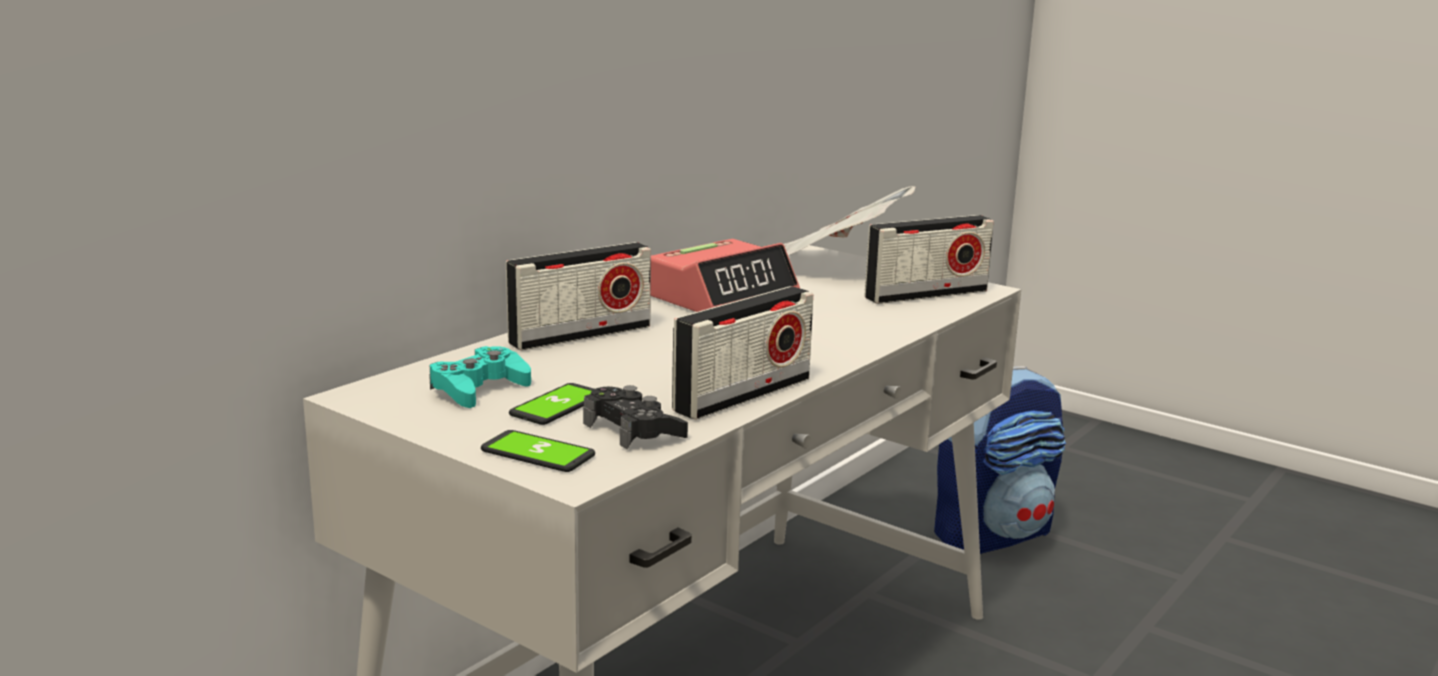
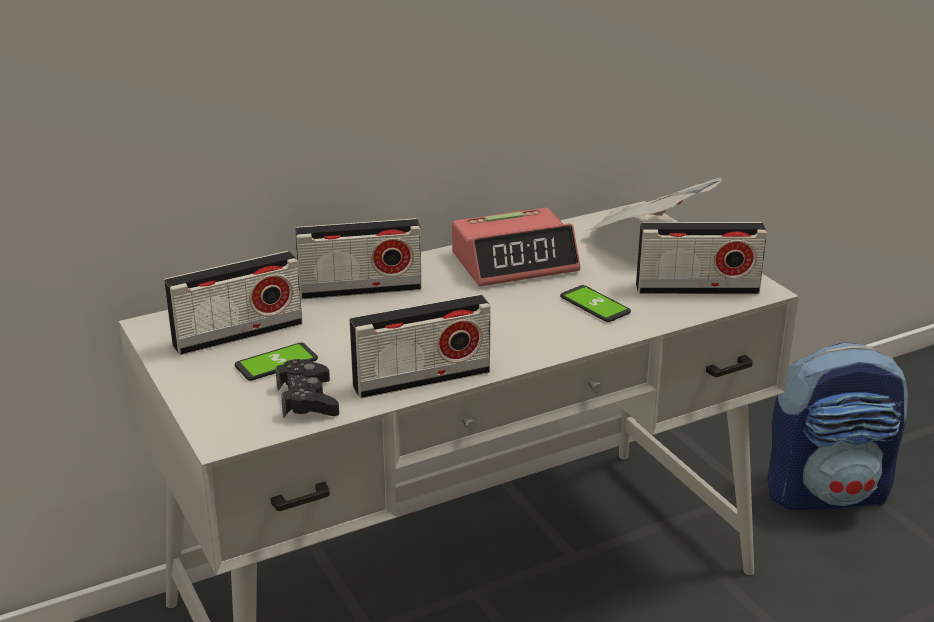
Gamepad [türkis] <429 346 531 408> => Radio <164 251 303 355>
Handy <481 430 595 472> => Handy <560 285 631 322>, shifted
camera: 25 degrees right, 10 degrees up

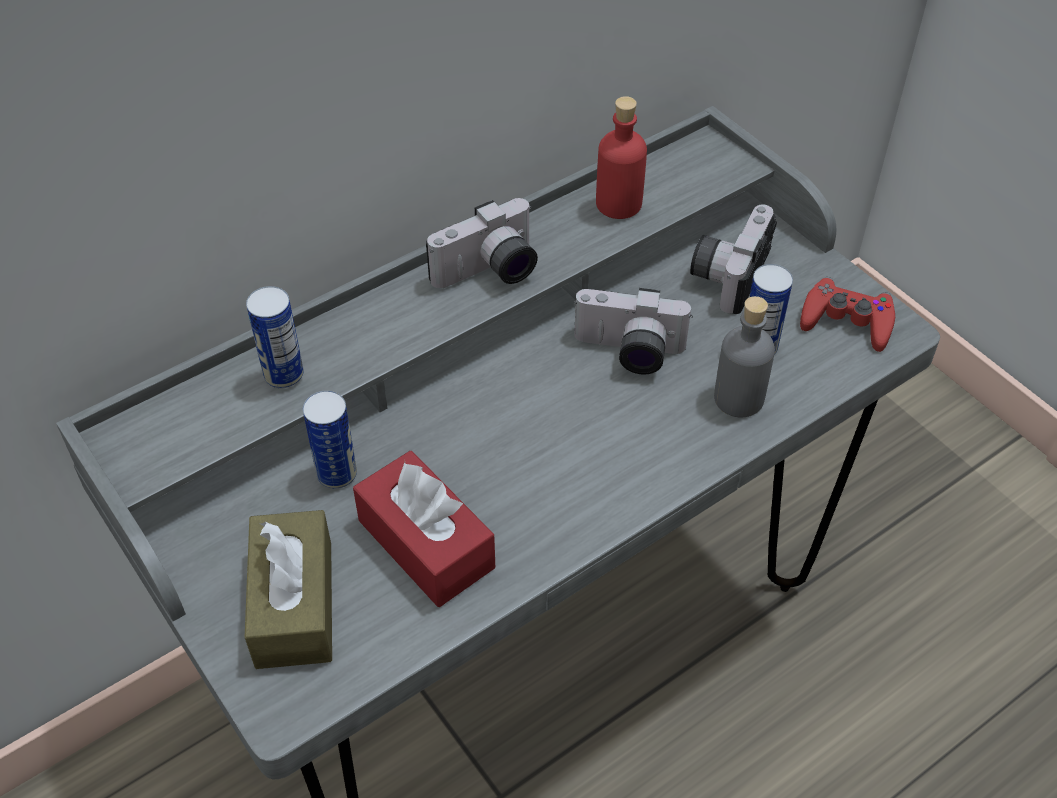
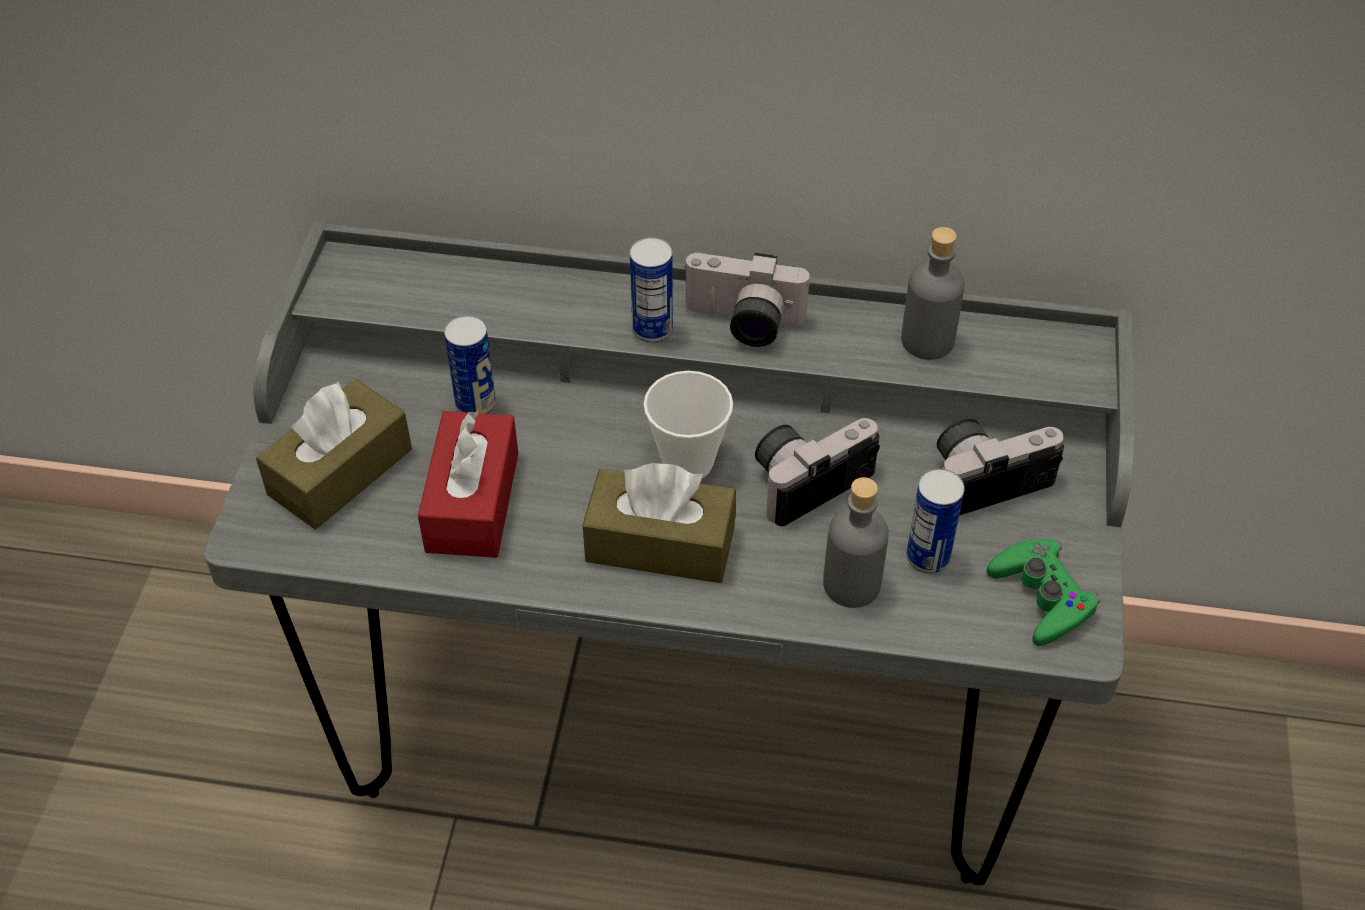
Flasche [rot] <596 96 647 219> => Flasche [grau] <901 227 965 360>
Gamepad [rot] <800 277 895 352> => Gamepad [grün] <986 539 1100 646>
Dose <246 286 304 388> => Dose <630 237 673 343>, shifted
Kamera <573 288 693 375> => Kamera <755 418 880 526>, 90 degrees clockwise
nothing => Tasse <644 371 733 478>
nothing => Taschentuchbox [braun] <583 463 736 583>
camera: 45 degrees right, 0 degrees up

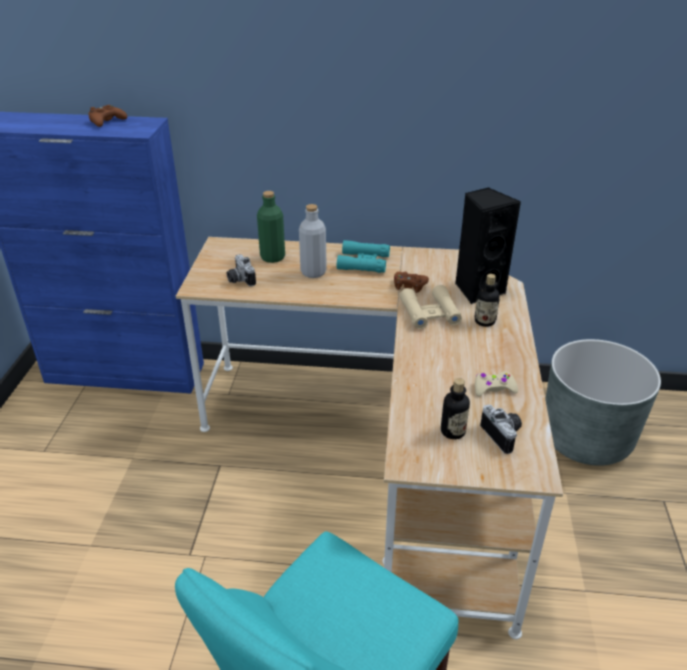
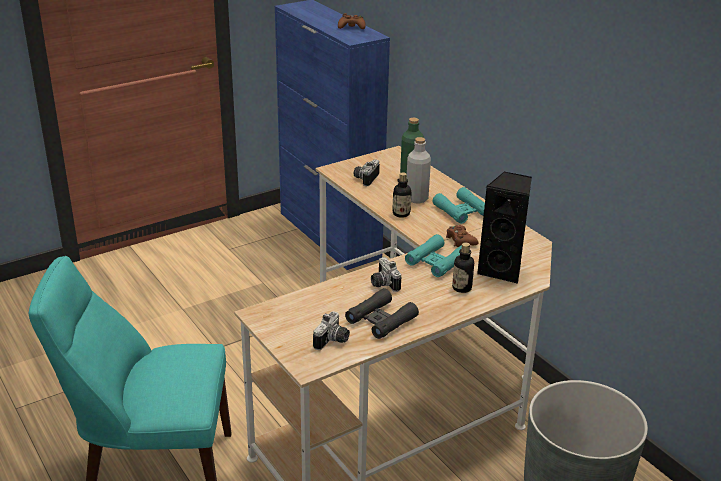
Fernglas [beige] <400 285 462 329> => Fernglas [türkis] <405 234 471 277>
Gamepad [beige] <475 371 518 396> => Fernglas [schwarz] <345 288 419 339>
Flasche <441 378 470 439> => Flasche <392 172 412 218>, shifted
nothing => Kamera <371 257 401 292>
camera: 50 degrees right, 5 degrees down

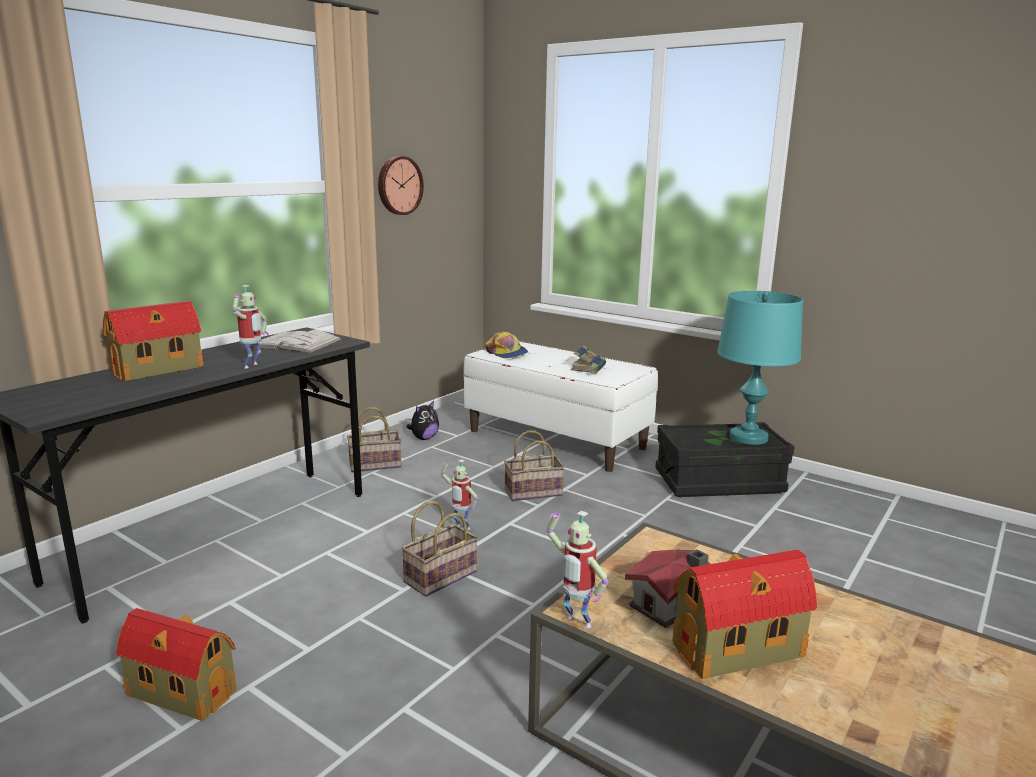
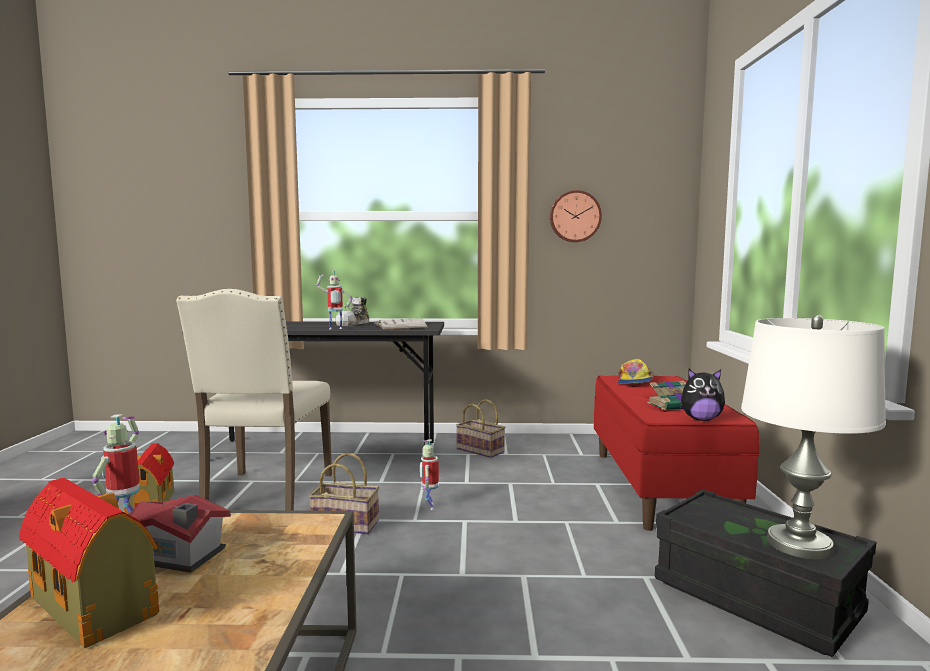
Tischlampe [türkis] <717 291 803 445> => Tischlampe [weiß] <741 315 886 560>
Spielzeughaus <103 301 204 381> => nothing
Bank [weiß] <463 341 658 472> => Bank [rot] <594 376 760 531>
Plüschtier <406 401 439 440> => Plüschtier <681 369 725 421>, shifted
Korb <504 430 565 501> => nothing
nothing => Stuhl [beige] <176 289 332 510>
nothing => Schuh <335 297 369 326>
camera: 55 degrees right, 10 degrees down

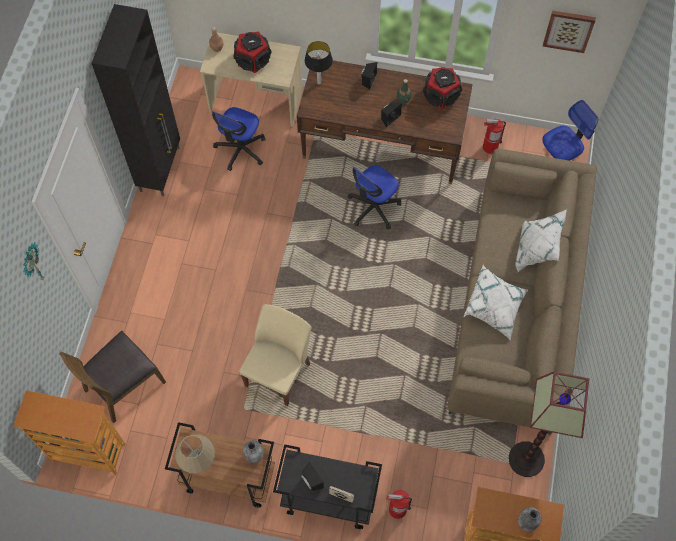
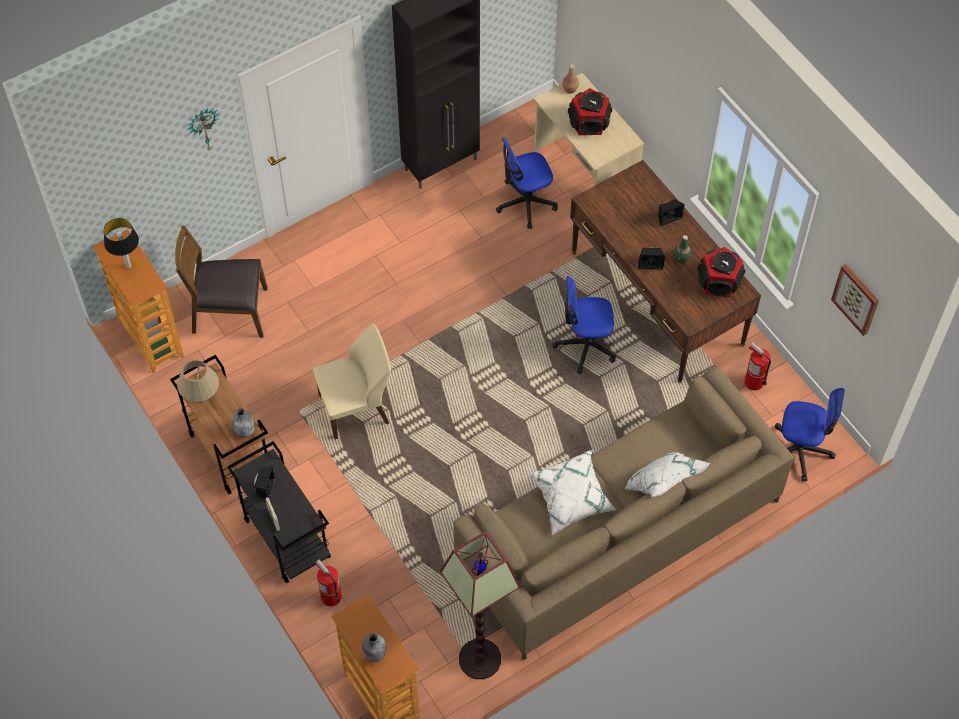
Tischlampe <305 41 333 85> => Tischlampe <104 218 139 269>, shifted
camera: 45 degrees right, 5 degrees down

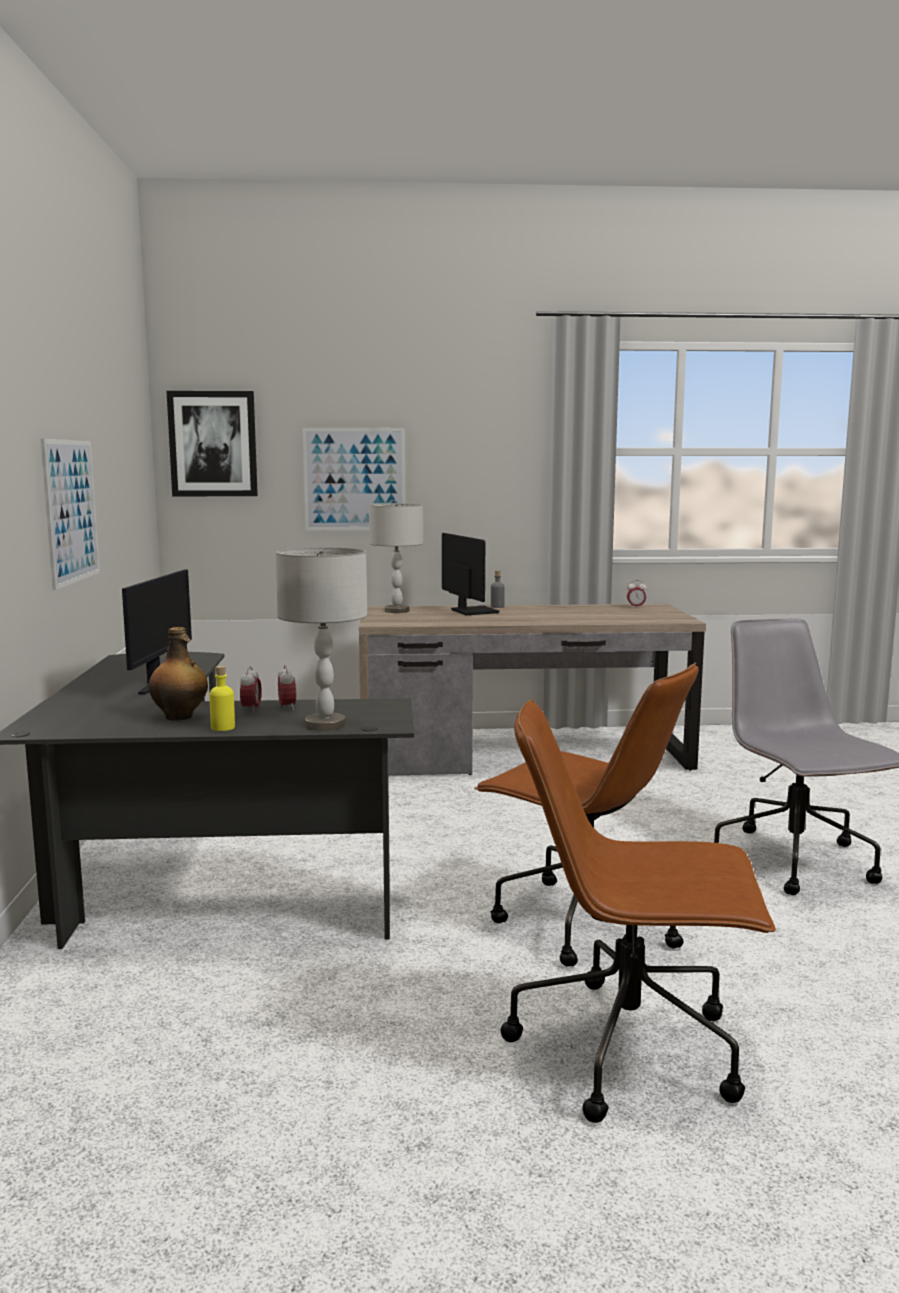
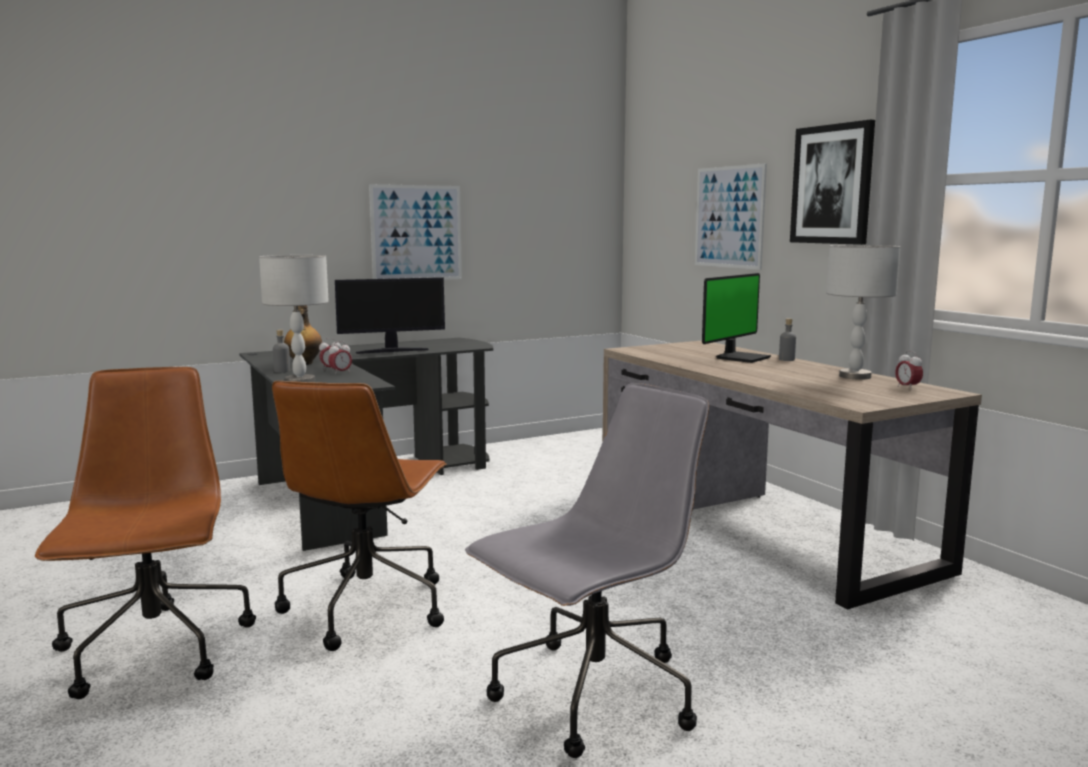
Bild <167 391 258 496> => Bild <790 120 875 245>, shifted
Tischlampe [grau] <369 504 423 613> => Tischlampe [grau] <826 245 900 380>, shifted
Flasche [gelb] <209 666 235 731> => Flasche [grau] <273 330 290 373>
camera: 65 degrees right, 0 degrees up

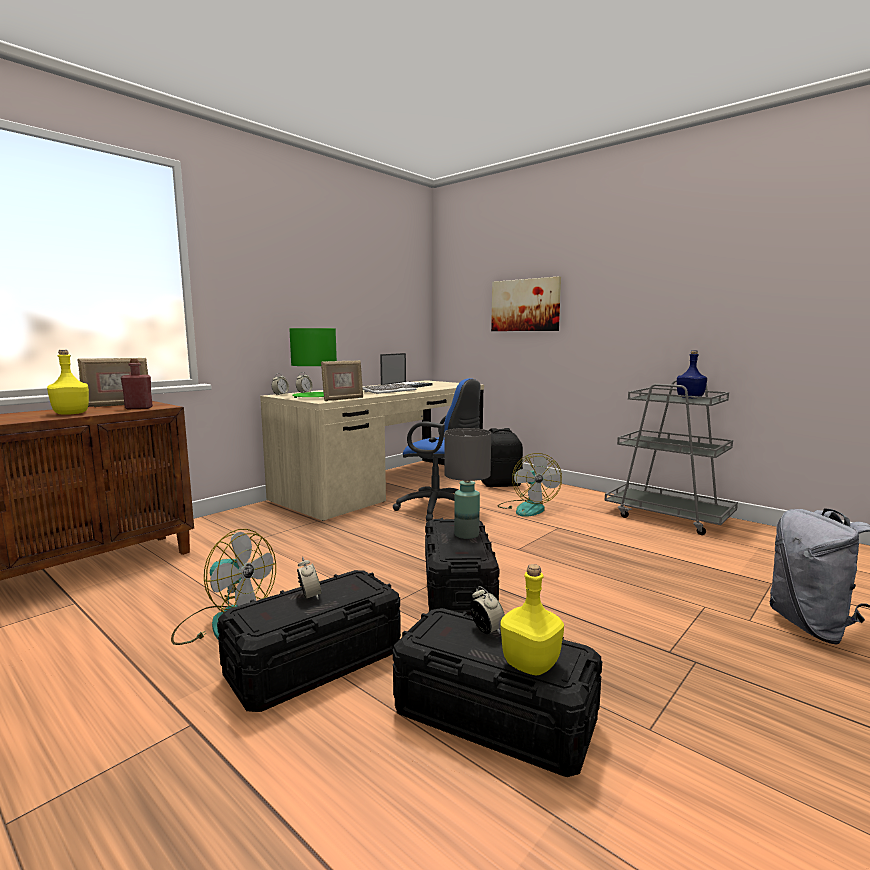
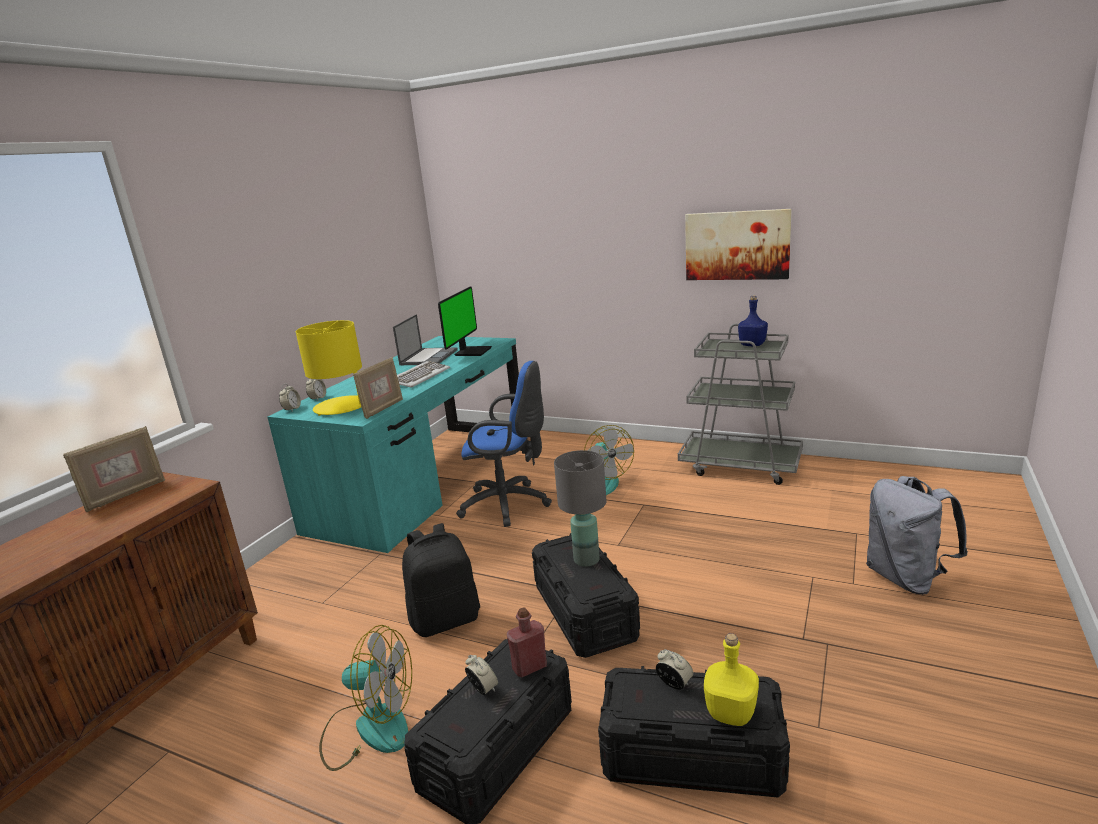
Bild <491 276 561 331> => Bild <685 209 792 280>, shifted
Tischlampe [grün] <289 328 337 398> => Tischlampe [gelb] <296 320 362 416>
Flasche [gelb] <47 350 89 415> => nothing
Flasche [rot] <121 359 153 409> => Flasche [rot] <507 607 547 677>, shifted
Schreibtisch [beige] <260 380 484 521> => Schreibtisch [türkis] <267 336 519 553>
Rucksack [schwarz] <481 428 523 487> => Rucksack [schwarz] <402 523 480 637>, shifted
nothing => Monitor <438 286 492 356>
camera: 15 degrees left, 10 degrees up

